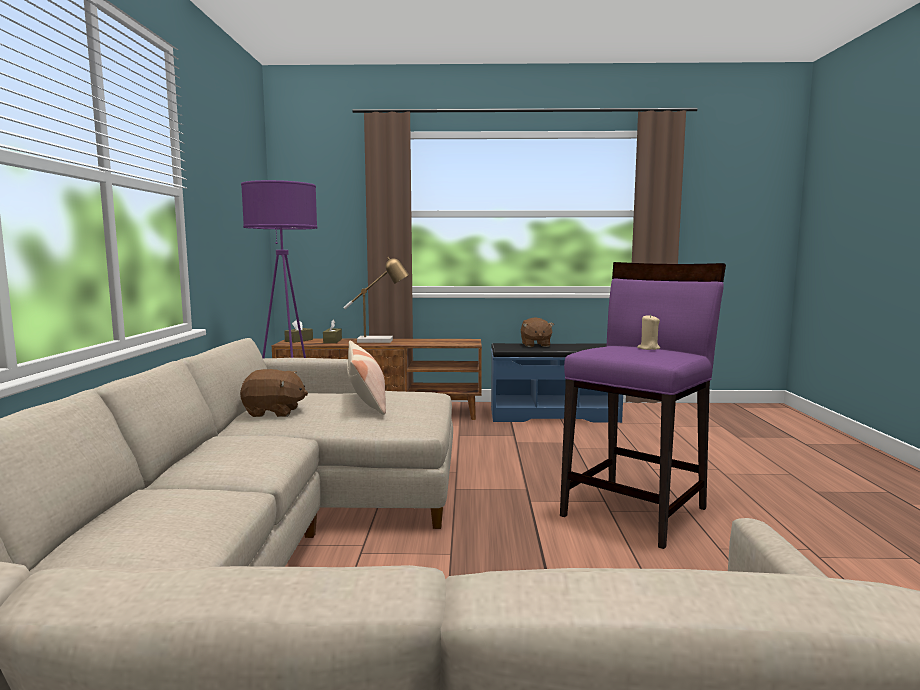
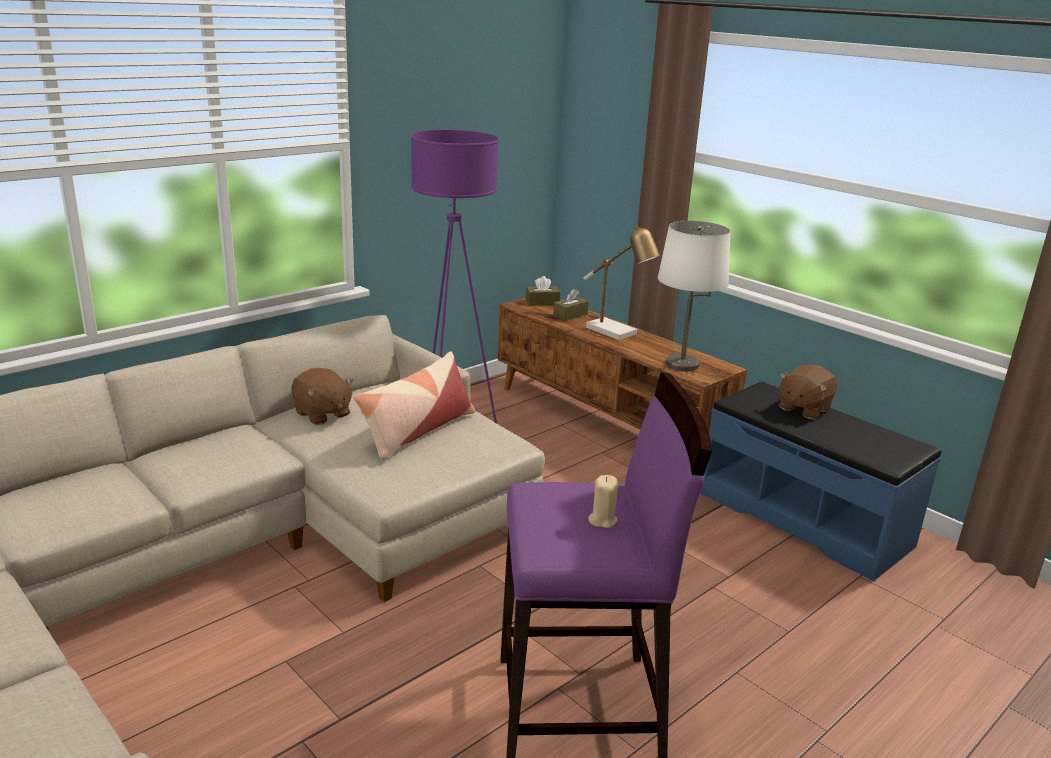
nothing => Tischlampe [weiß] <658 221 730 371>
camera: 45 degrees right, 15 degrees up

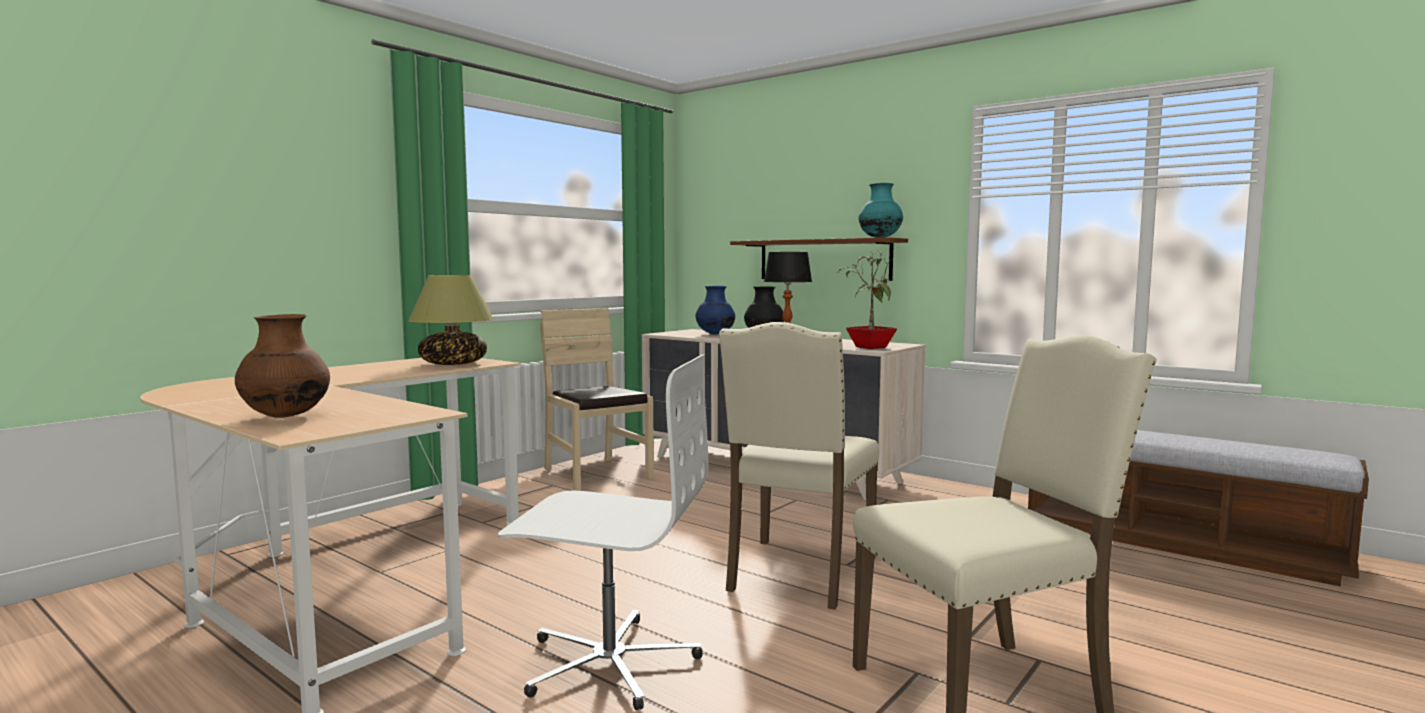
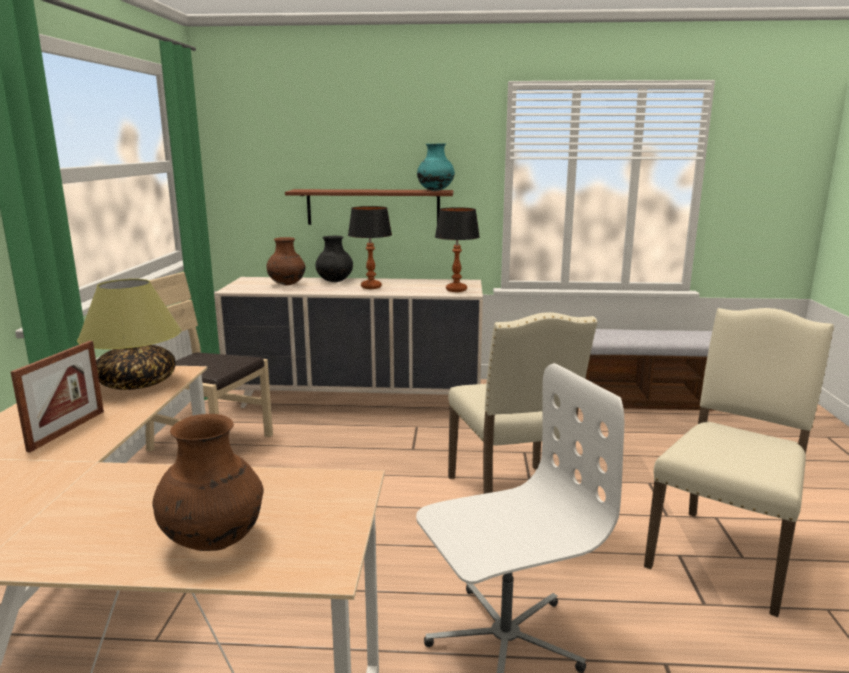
Topfpflanze <837 252 897 349> => Tischlampe <435 207 480 292>
Vase [blau] <696 286 735 335> => Vase [braun] <267 237 305 285>
nothing => Bilderrahmen <11 341 104 452>
camera: 35 degrees left, 10 degrees up

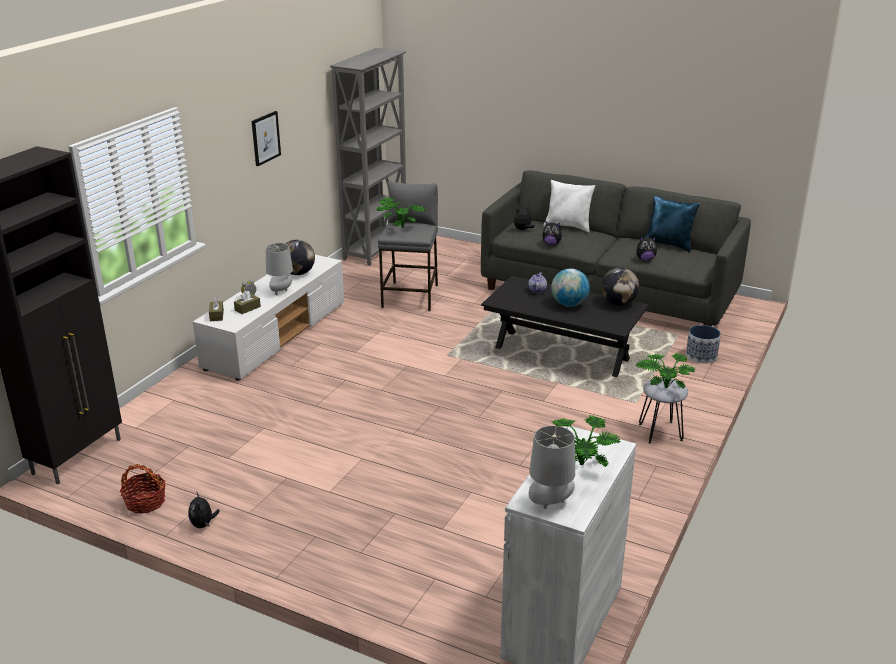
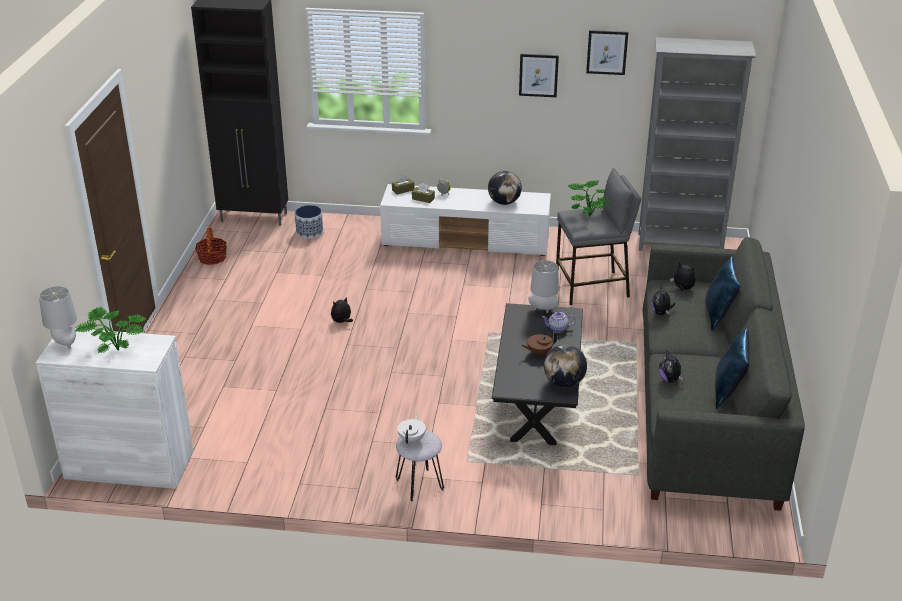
Kissen [weiß] <543 180 595 232> => Kissen [blau] <705 256 740 331>
Tischlampe [grau] <266 243 293 295> => Tischlampe [grau] <528 260 559 313>, shifted
Globus <551 269 590 307> => Teekanne [braun] <521 331 557 356>
Pflanzkübel <686 325 721 363> => Pflanzkübel <295 205 323 239>, shifted
Topfpflanze <636 353 695 389> => Teekanne [weiß] <397 415 426 444>
Plüschtier <188 491 220 528> => Plüschtier <331 297 353 323>, shifted
nothing => Bild <586 30 628 75>
camera: 70 degrees right, 5 degrees up

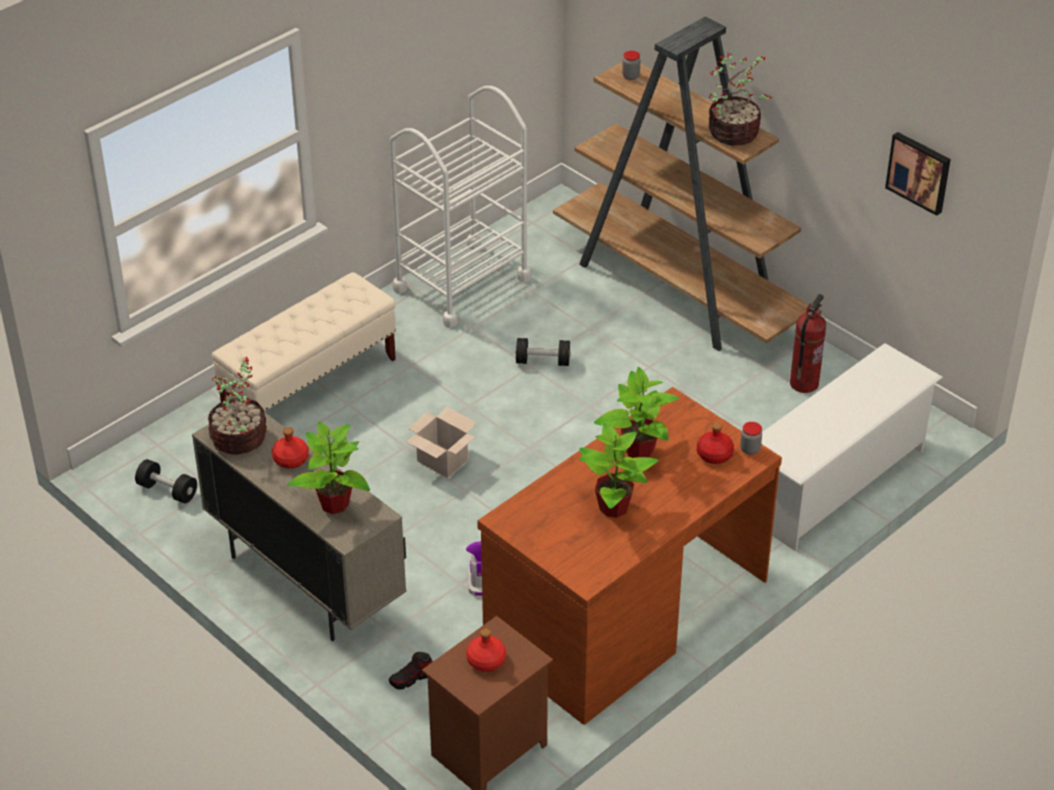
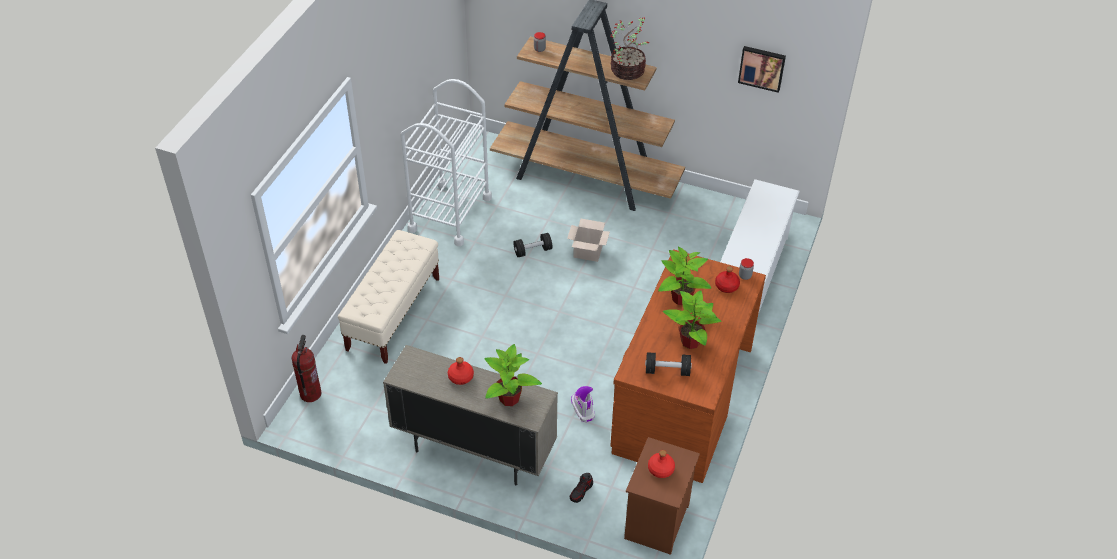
Feuerlöscher <790 294 826 393> => Feuerlöscher <291 335 322 402>, shifted
Topfpflanze <208 357 267 455> => nothing
Karton <406 406 477 478> => Karton <567 219 610 262>, shifted
Hantel [schwarz] <135 459 197 504> => Hantel [schwarz] <645 352 692 376>, shifted
camera: 25 degrees left, 5 degrees up

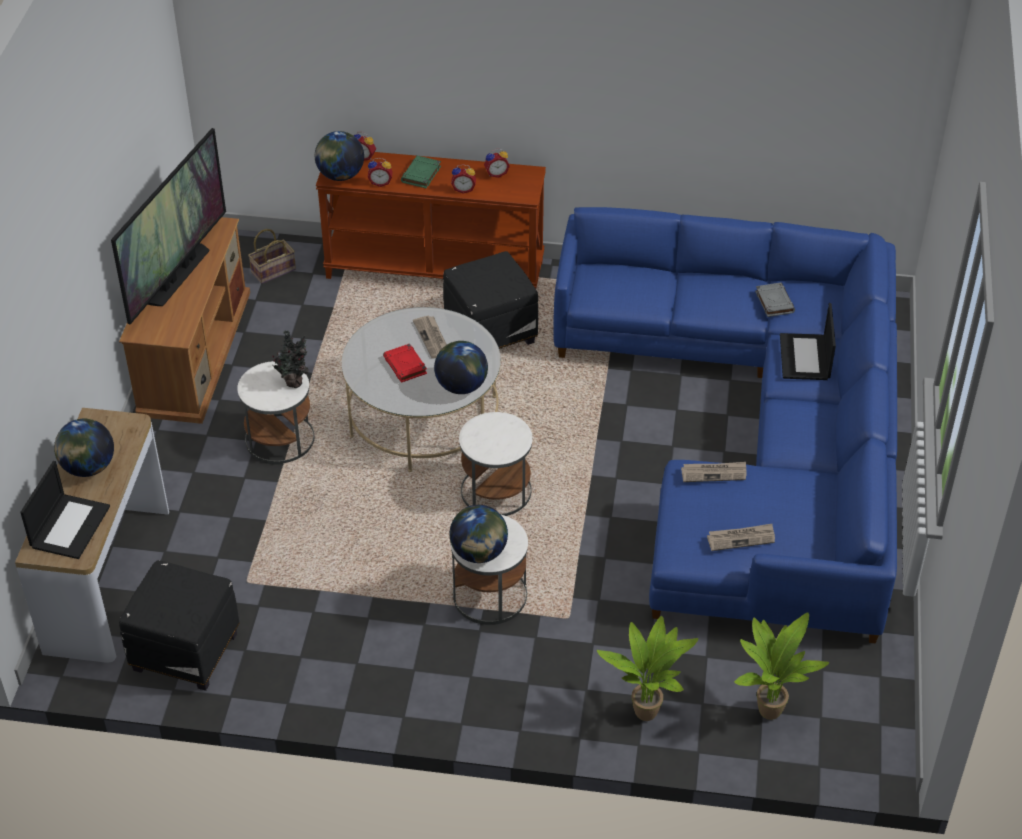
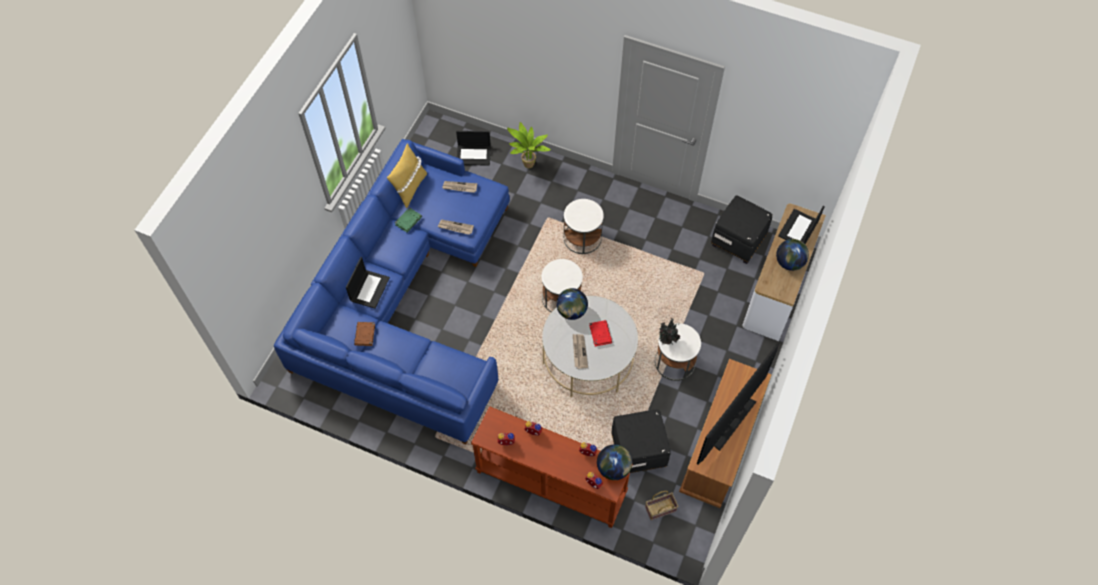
Buch [grün] <401 155 441 188> => Buch [grün] <395 207 422 232>, shifted
Polsterhocker [schwarz] <443 251 538 349> => Polsterhocker [schwarz] <611 409 671 473>, shifted
Buch [grau] <755 282 795 317> => Buch [braun] <354 322 375 346>
Globus <450 505 508 563> => nothing
Topfpflanze <734 612 829 720> => Laptop <456 131 491 166>
nothing => Kissen [gelb] <387 143 427 209>
camera: 165 degrees left, 15 degrees up

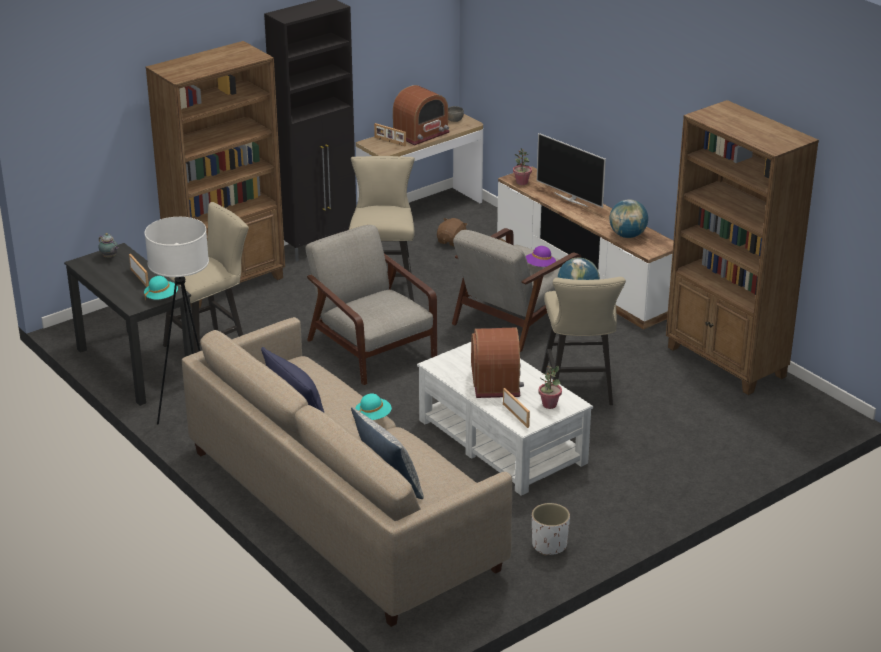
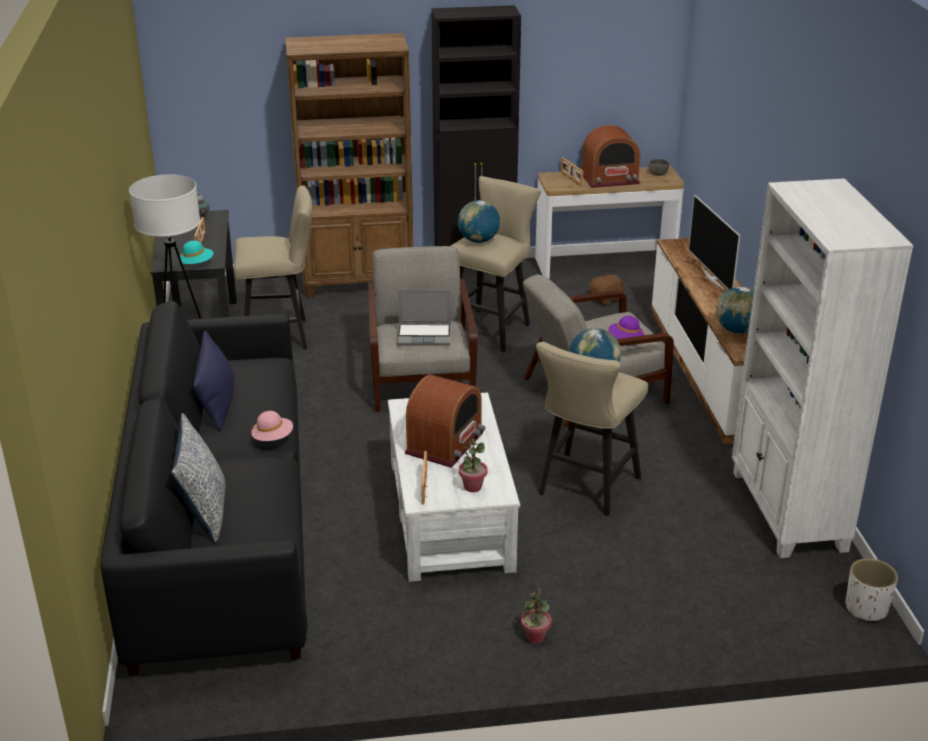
Bücherregal [braun] <666 100 819 395> => Bücherregal [weiß] <732 178 914 558>
Topfpflanze <513 148 532 185> => Topfpflanze <521 588 551 644>, shifted
Sofa [beige] <182 317 512 627> => Sofa [schwarz] <100 301 307 675>
Hut [türkis] <355 393 392 420> => Hut [rosa] <251 411 293 441>
Pflanzkübel [weiß] <532 503 570 556> => Pflanzkübel [weiß] <846 558 898 621>, shifted
nothing => Globus <458 200 500 243>
nothing => Laptop <397 290 451 346>
camera: 30 degrees right, 0 degrees up

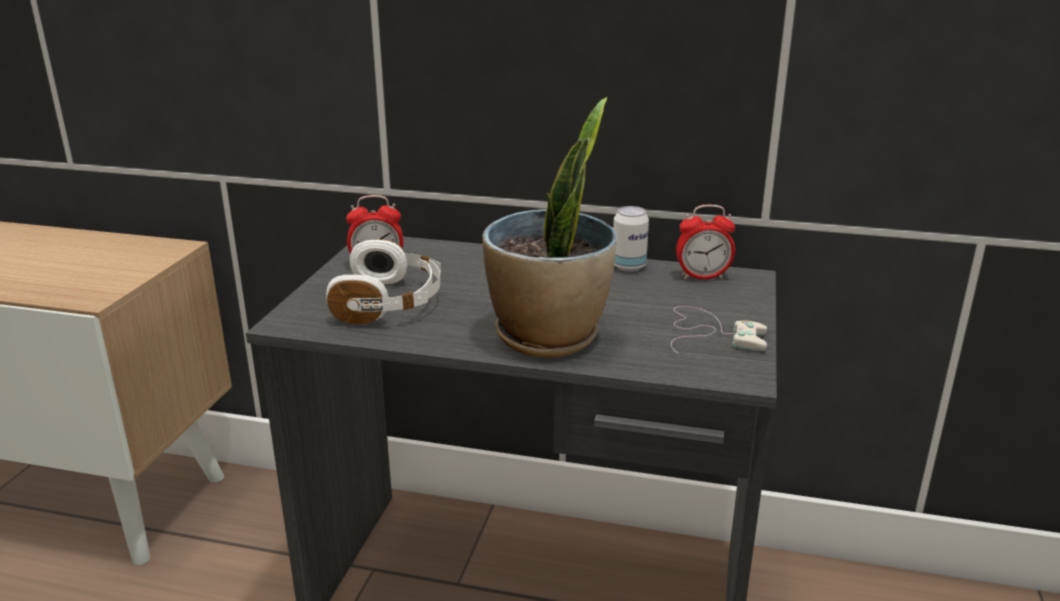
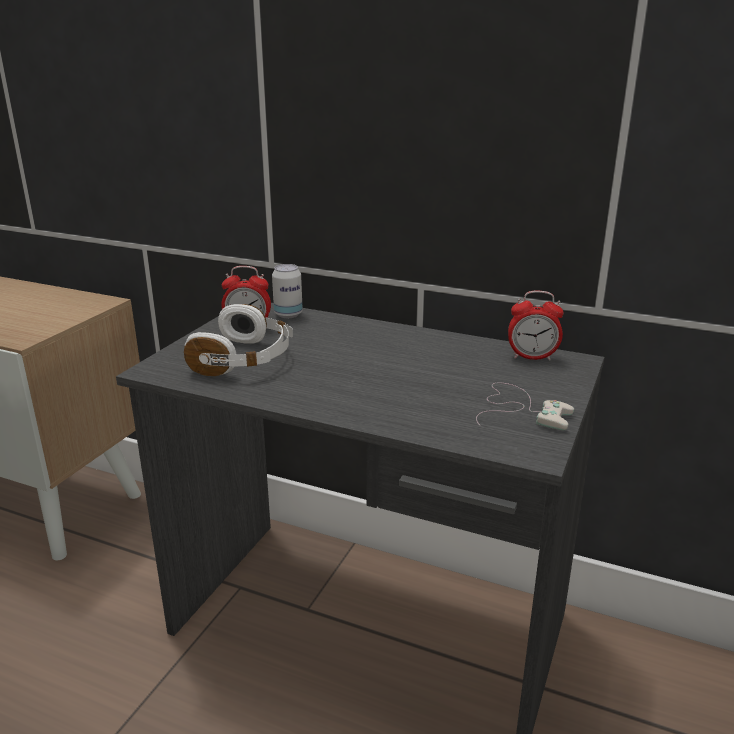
Topfpflanze <482 97 617 357> => nothing
Dose <613 206 649 272> => Dose <272 264 303 318>, shifted
camera: 10 degrees right, 0 degrees up

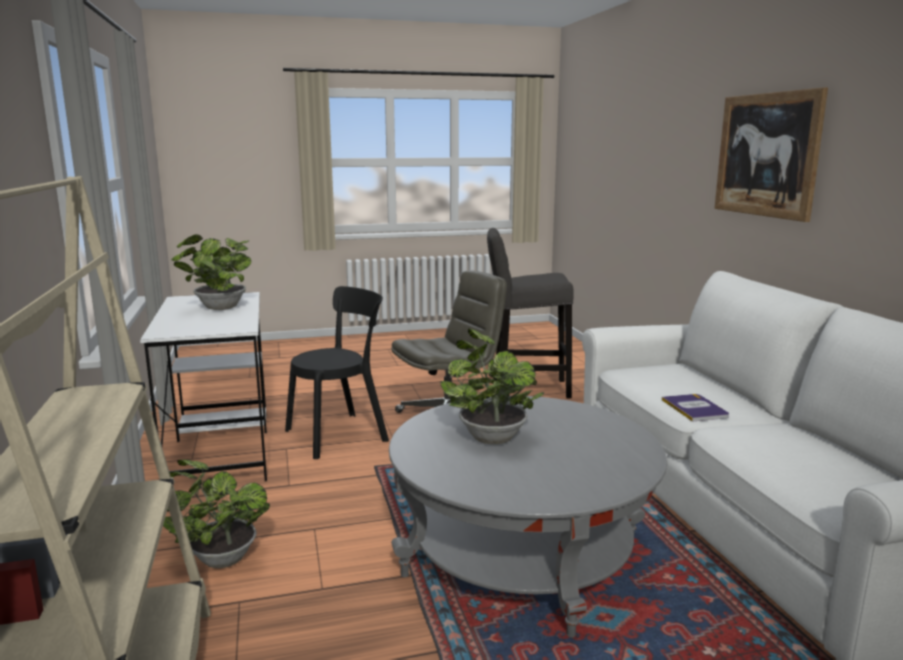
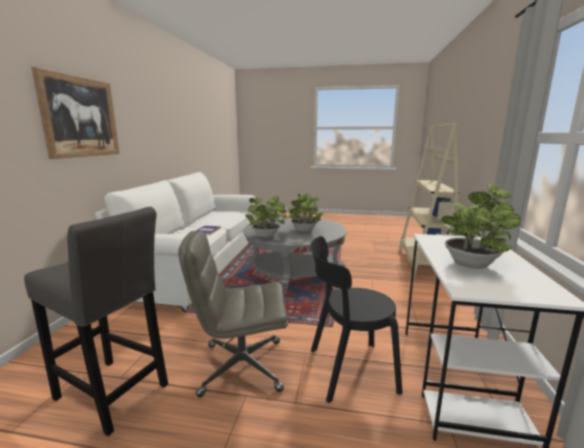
Topfpflanze <163 460 270 568> => Topfpflanze <245 195 289 238>, shifted
camera: 155 degrees left, 0 degrees up

